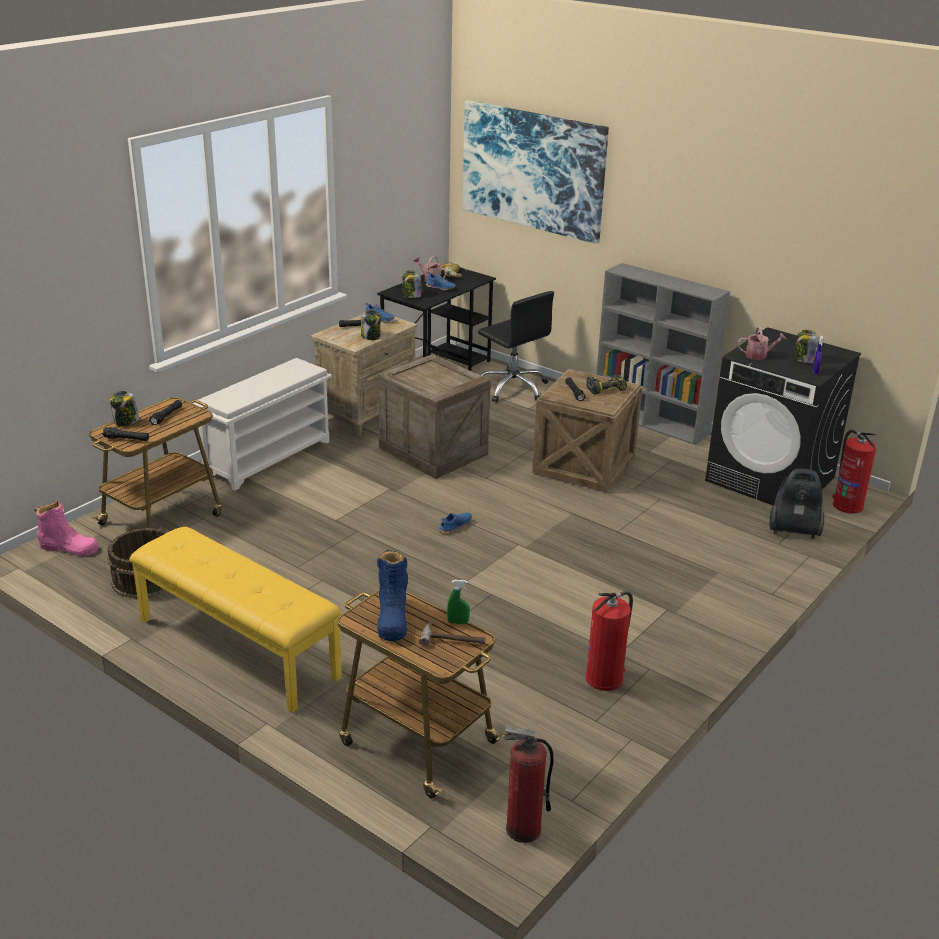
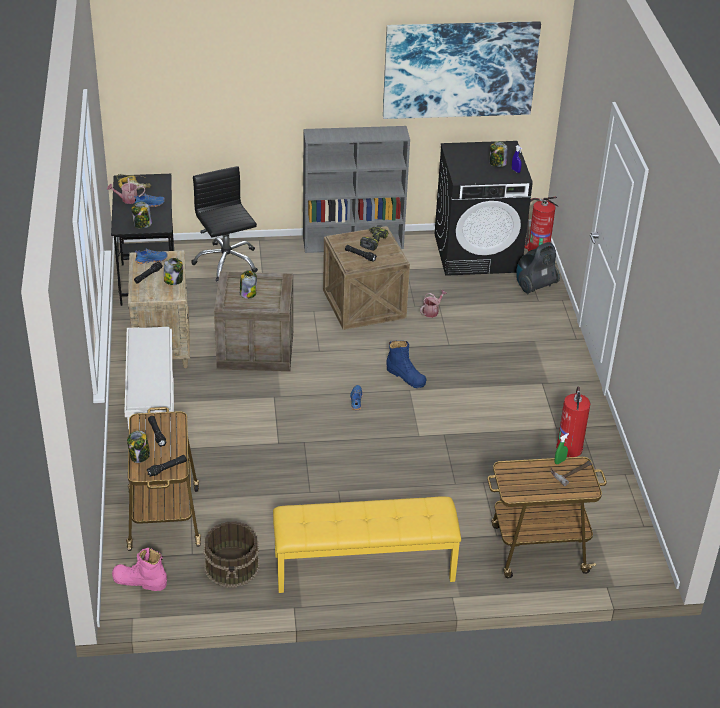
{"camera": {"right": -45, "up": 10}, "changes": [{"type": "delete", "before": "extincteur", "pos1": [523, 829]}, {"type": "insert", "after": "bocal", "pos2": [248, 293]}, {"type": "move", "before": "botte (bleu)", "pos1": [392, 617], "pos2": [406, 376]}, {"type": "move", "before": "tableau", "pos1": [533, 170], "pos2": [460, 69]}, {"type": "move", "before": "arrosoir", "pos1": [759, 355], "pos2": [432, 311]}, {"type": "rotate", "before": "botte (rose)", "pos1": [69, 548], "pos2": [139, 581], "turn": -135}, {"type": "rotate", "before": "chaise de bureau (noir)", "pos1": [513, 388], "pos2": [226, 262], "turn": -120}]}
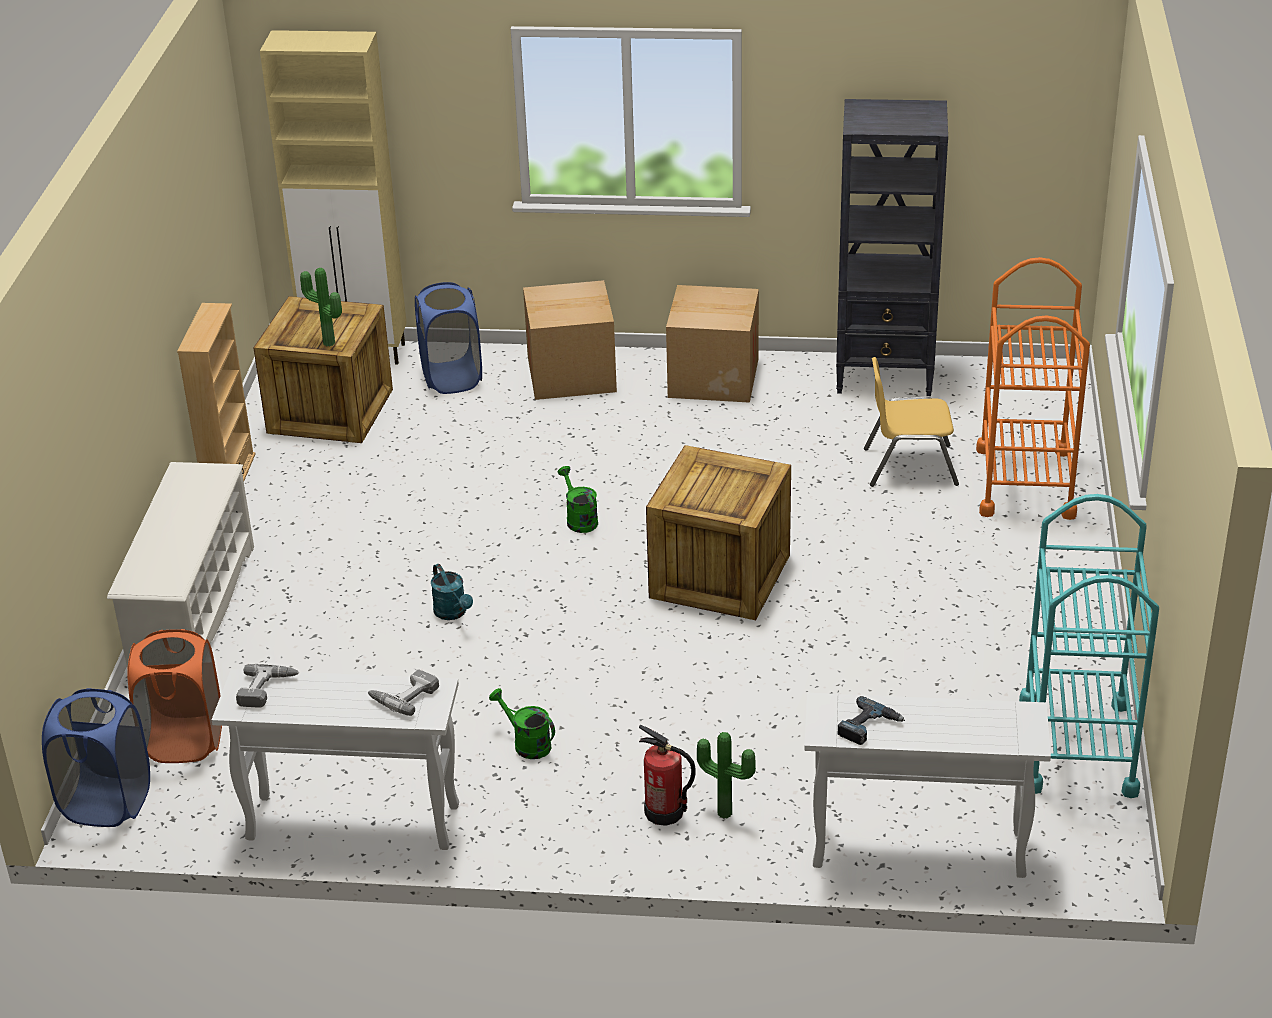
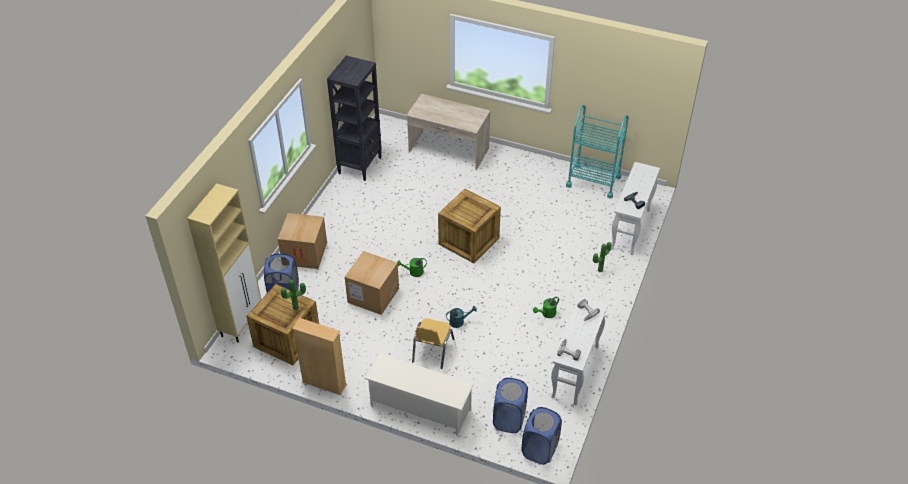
{"camera": {"right": -75, "up": 10}, "changes": [{"type": "delete", "before": "extincteur", "pos1": [664, 812]}, {"type": "move", "before": "carton", "pos1": [713, 378], "pos2": [373, 295]}, {"type": "move", "before": "chaise (jaune)", "pos1": [909, 466], "pos2": [432, 350]}, {"type": "replace", "before": "chariot (orange)", "after": "bureau (beige)", "pos1": [1025, 482], "pos2": [448, 151]}, {"type": "recolor", "before": "panier à linge (orange)", "after": "panier à linge (bleu)", "pos1": [184, 741], "pos2": [509, 419]}]}
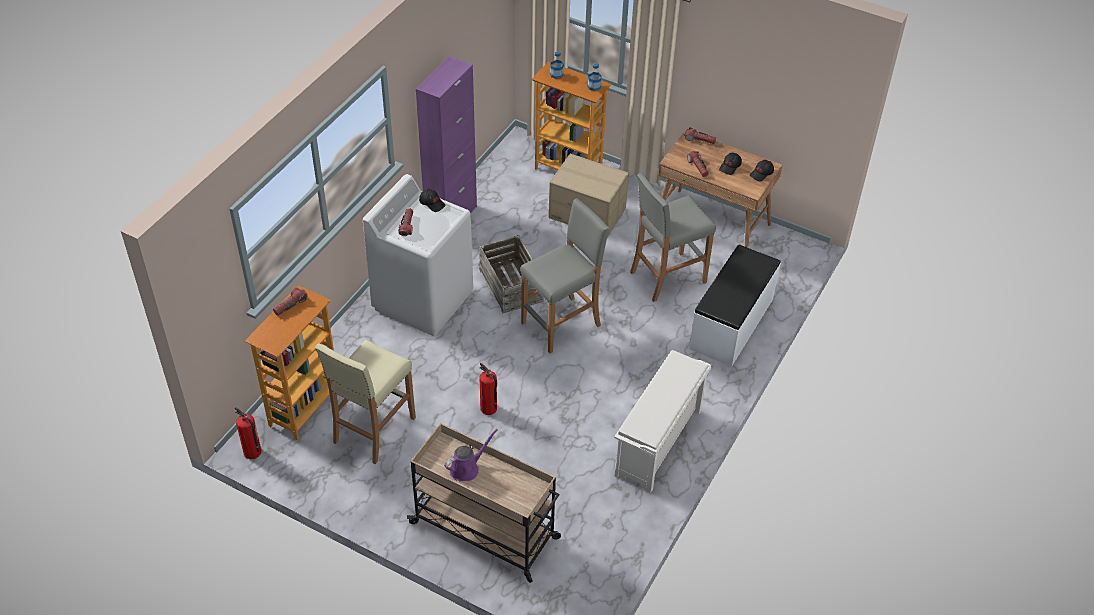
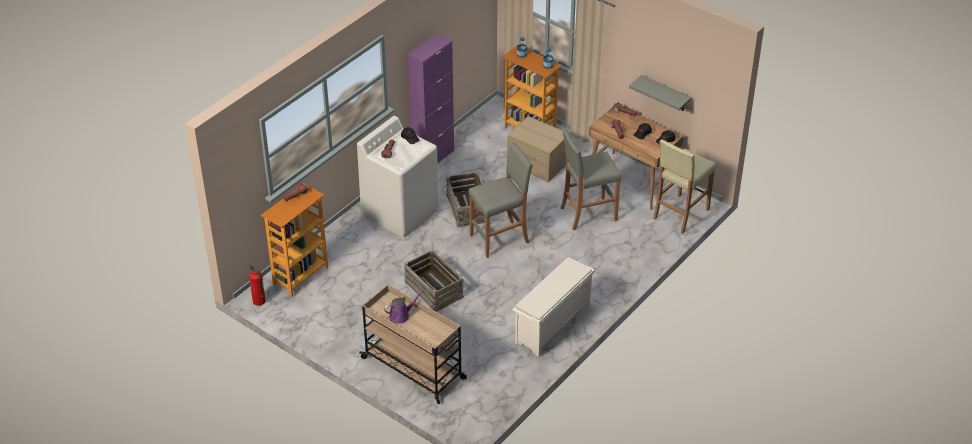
{"camera": {"right": 10, "up": -5}, "changes": [{"type": "delete", "before": "banc (blanc)", "pos1": [732, 324]}, {"type": "insert", "after": "étagère (gris)", "pos2": [665, 94]}, {"type": "move", "before": "tabouret (beige)", "pos1": [373, 430], "pos2": [680, 214]}, {"type": "replace", "before": "extincteur", "after": "caisse", "pos1": [489, 408], "pos2": [433, 290]}]}
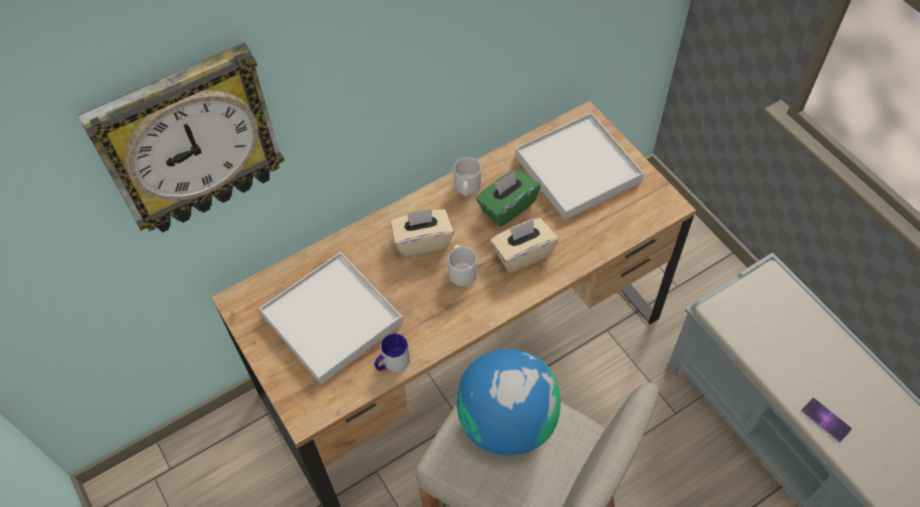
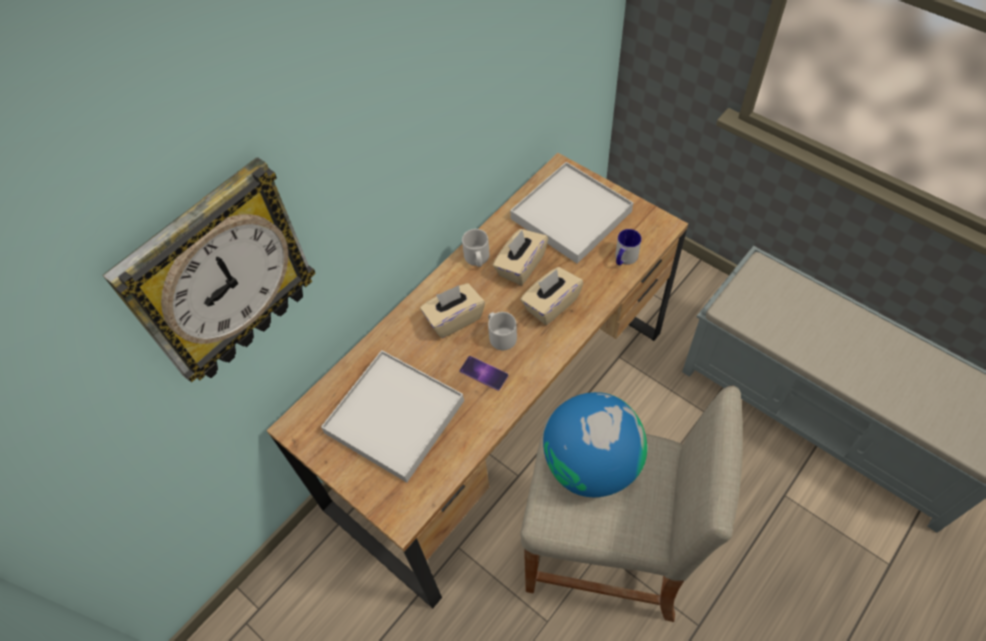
{"camera": {"right": -15, "up": 0}, "changes": [{"type": "move", "before": "mug", "pos1": [392, 363], "pos2": [624, 258]}, {"type": "move", "before": "téléphone", "pos1": [826, 420], "pos2": [483, 373]}, {"type": "recolor", "before": "boîte à mouchoirs (vert)", "after": "boîte à mouchoirs (beige)", "pos1": [507, 207], "pos2": [520, 266]}]}
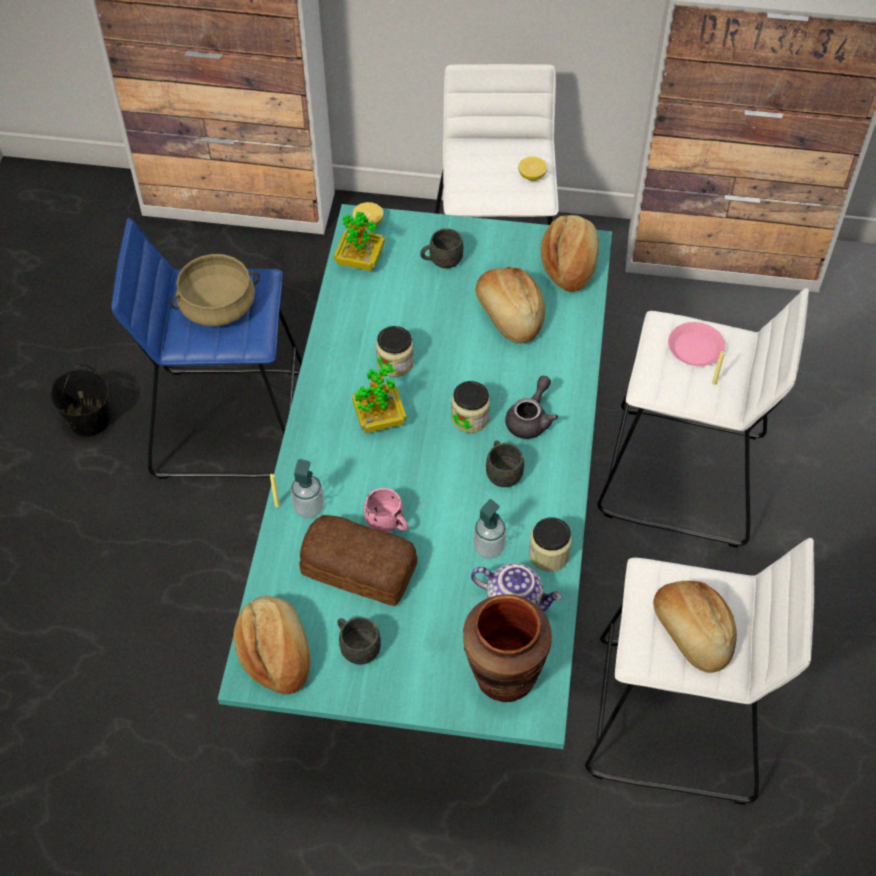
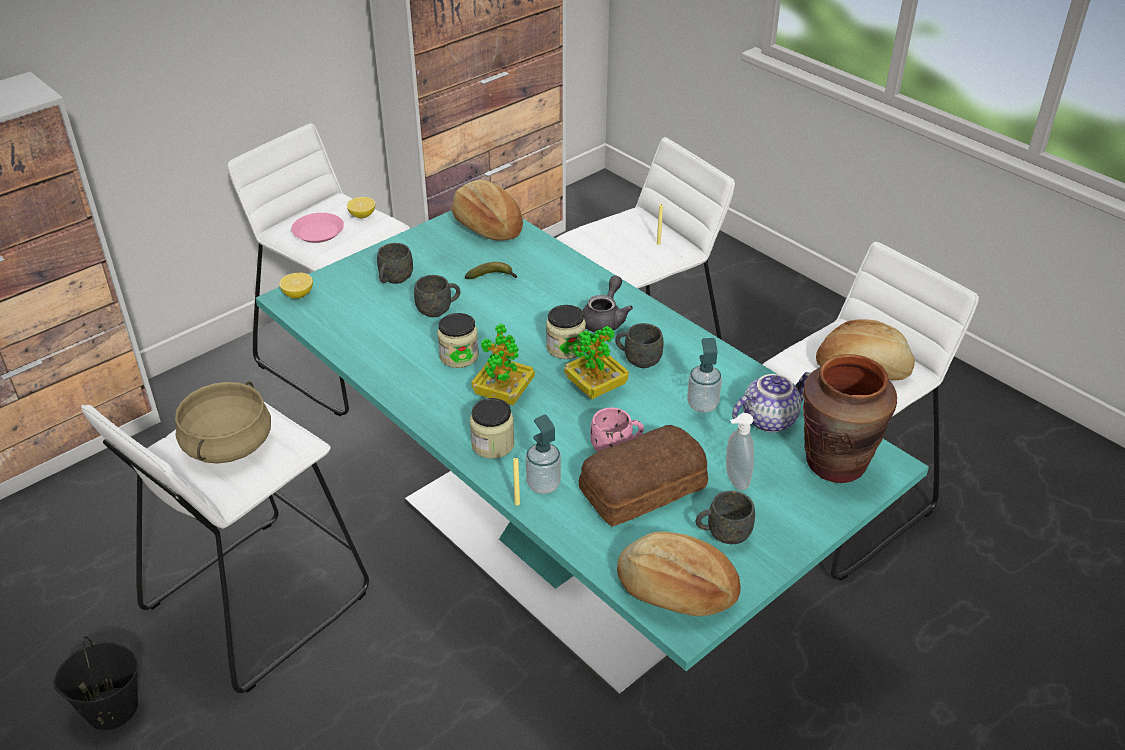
{"camera": {"right": -50, "up": -15}, "changes": [{"type": "insert", "after": "mug (gris)", "pos2": [439, 310]}, {"type": "insert", "after": "distributeur de savon", "pos2": [734, 480]}, {"type": "move", "before": "plante en pot", "pos1": [360, 260], "pos2": [596, 388]}, {"type": "move", "before": "bocal", "pos1": [549, 555], "pos2": [493, 444]}, {"type": "move", "before": "assiette (rose)", "pos1": [695, 348], "pos2": [318, 232]}, {"type": "replace", "before": "pain", "after": "banane", "pos1": [508, 315], "pos2": [493, 277]}, {"type": "recolor", "before": "tabouret (bleu)", "after": "tabouret (blanc)", "pos1": [229, 421], "pos2": [256, 600]}, {"type": "rotate", "before": "théière (gris)", "pos1": [530, 419], "pos2": [605, 319], "turn": 45}]}
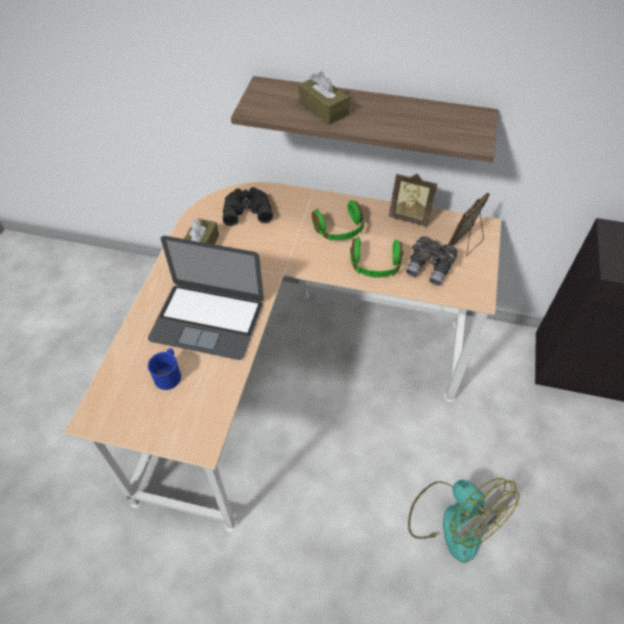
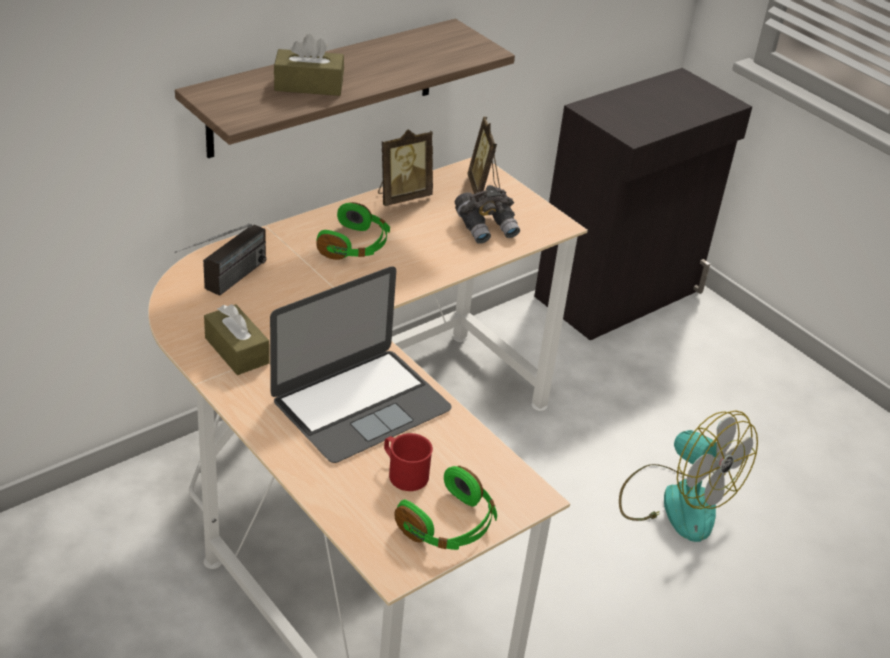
{"camera": {"right": -55, "up": -15}, "changes": [{"type": "move", "before": "casque audio (vert)", "pos1": [375, 265], "pos2": [449, 525]}, {"type": "replace", "before": "jumelles (noir)", "after": "radio", "pos1": [247, 209], "pos2": [224, 285]}, {"type": "recolor", "before": "mug (bleu)", "after": "mug (rouge)", "pos1": [169, 374], "pos2": [404, 473]}, {"type": "rotate", "before": "ventilateur", "pos1": [453, 519], "pos2": [676, 501], "turn": 45}]}
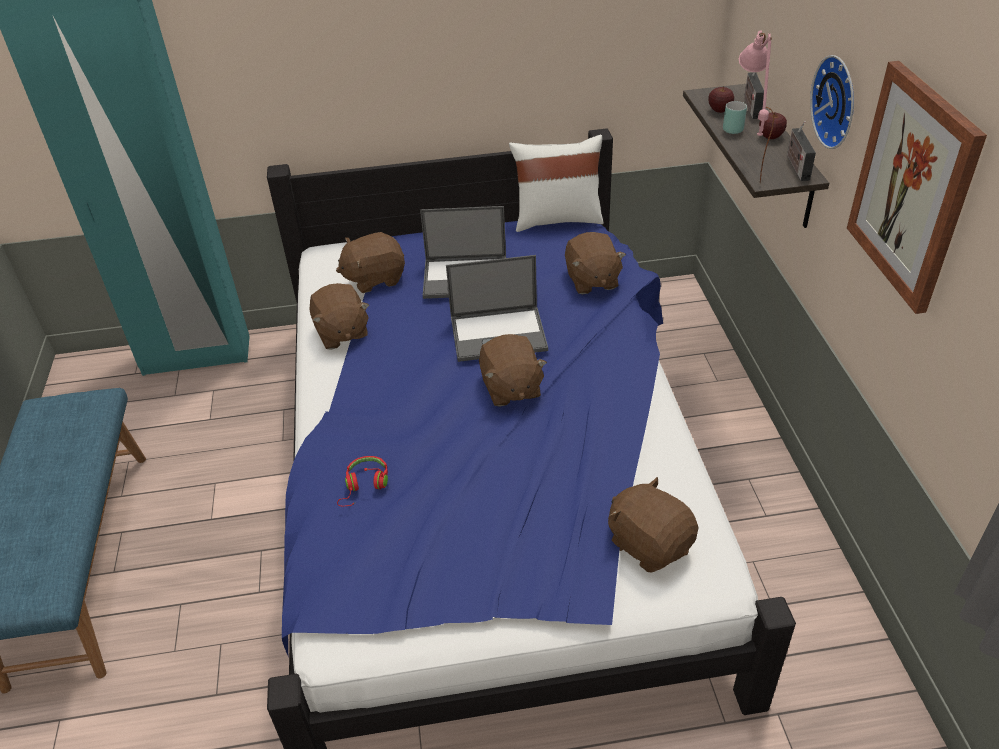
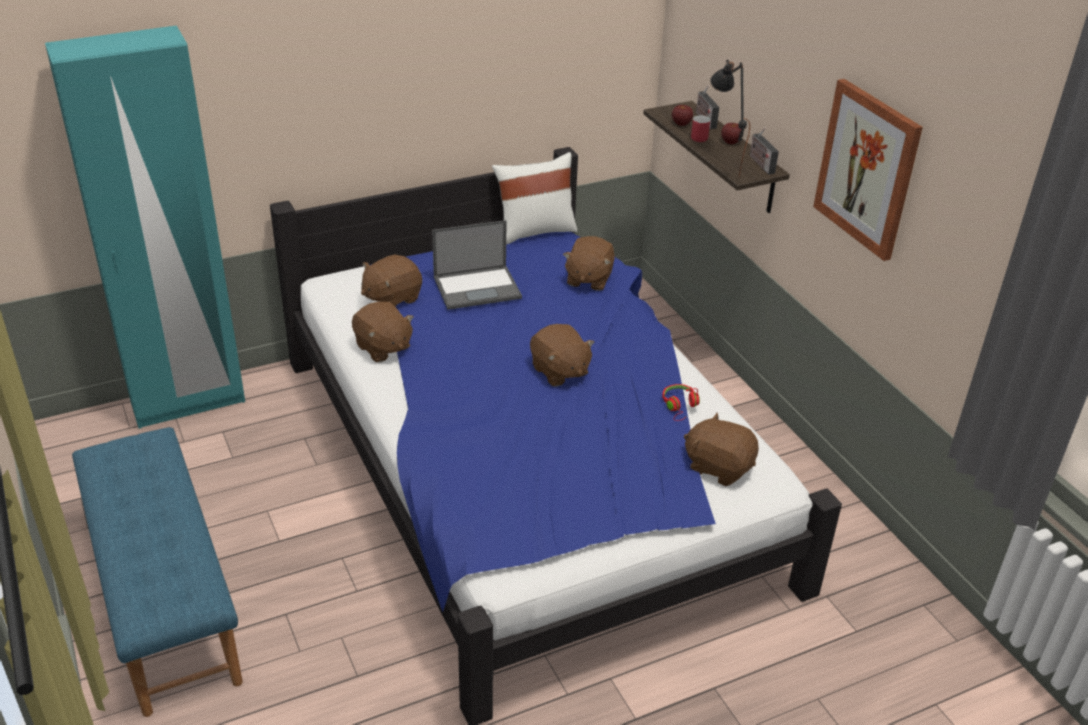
{"camera": {"right": -20, "up": -5}, "changes": [{"type": "delete", "before": "ordinateur portable", "pos1": [499, 333]}, {"type": "delete", "before": "horloge murale", "pos1": [838, 101]}, {"type": "move", "before": "casque audio (rouge)", "pos1": [364, 486], "pos2": [680, 407]}, {"type": "recolor", "before": "mug (turquoise)", "after": "mug (rouge)", "pos1": [730, 128], "pos2": [696, 137]}, {"type": "recolor", "before": "lampe de table (rose)", "after": "lampe de table (noir)", "pos1": [744, 167], "pos2": [721, 167]}, {"type": "rotate", "before": "peluche (marron)", "pos1": [591, 280], "pos2": [588, 279], "turn": 45}]}
